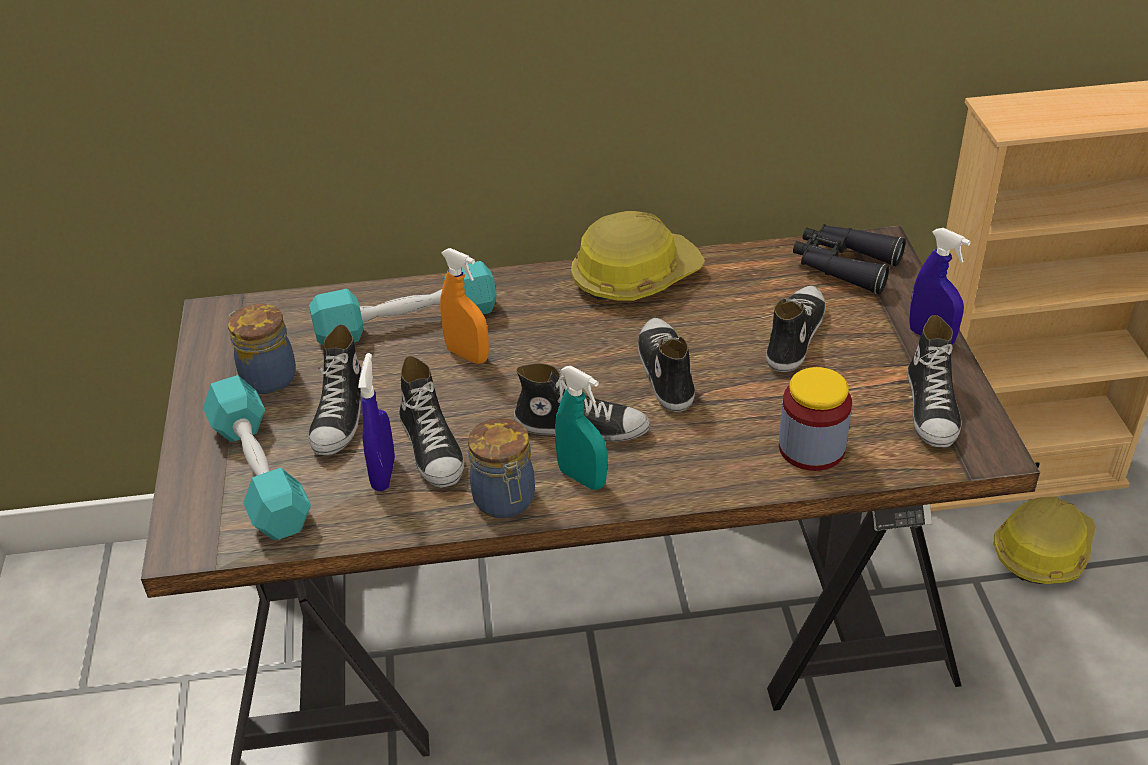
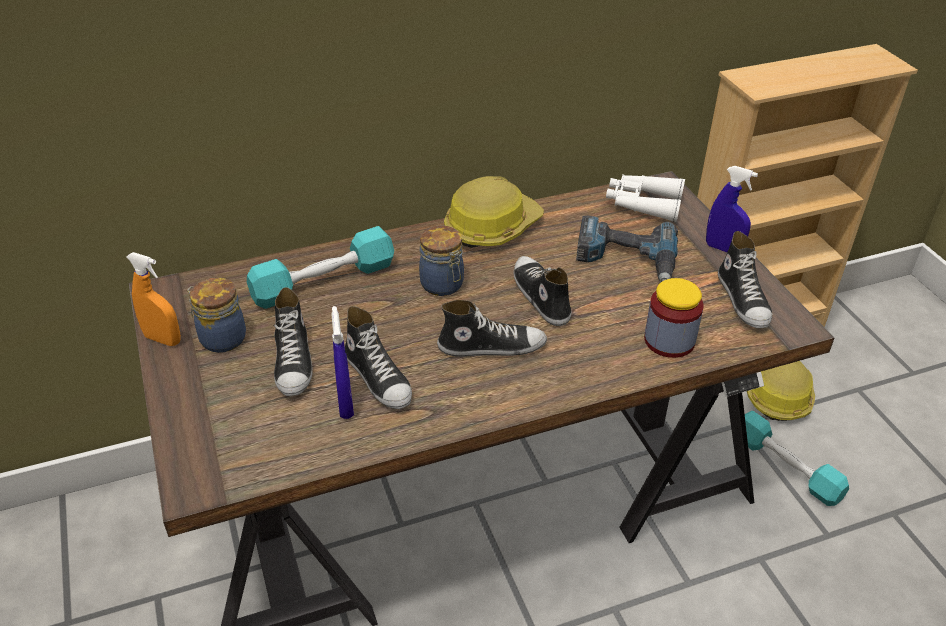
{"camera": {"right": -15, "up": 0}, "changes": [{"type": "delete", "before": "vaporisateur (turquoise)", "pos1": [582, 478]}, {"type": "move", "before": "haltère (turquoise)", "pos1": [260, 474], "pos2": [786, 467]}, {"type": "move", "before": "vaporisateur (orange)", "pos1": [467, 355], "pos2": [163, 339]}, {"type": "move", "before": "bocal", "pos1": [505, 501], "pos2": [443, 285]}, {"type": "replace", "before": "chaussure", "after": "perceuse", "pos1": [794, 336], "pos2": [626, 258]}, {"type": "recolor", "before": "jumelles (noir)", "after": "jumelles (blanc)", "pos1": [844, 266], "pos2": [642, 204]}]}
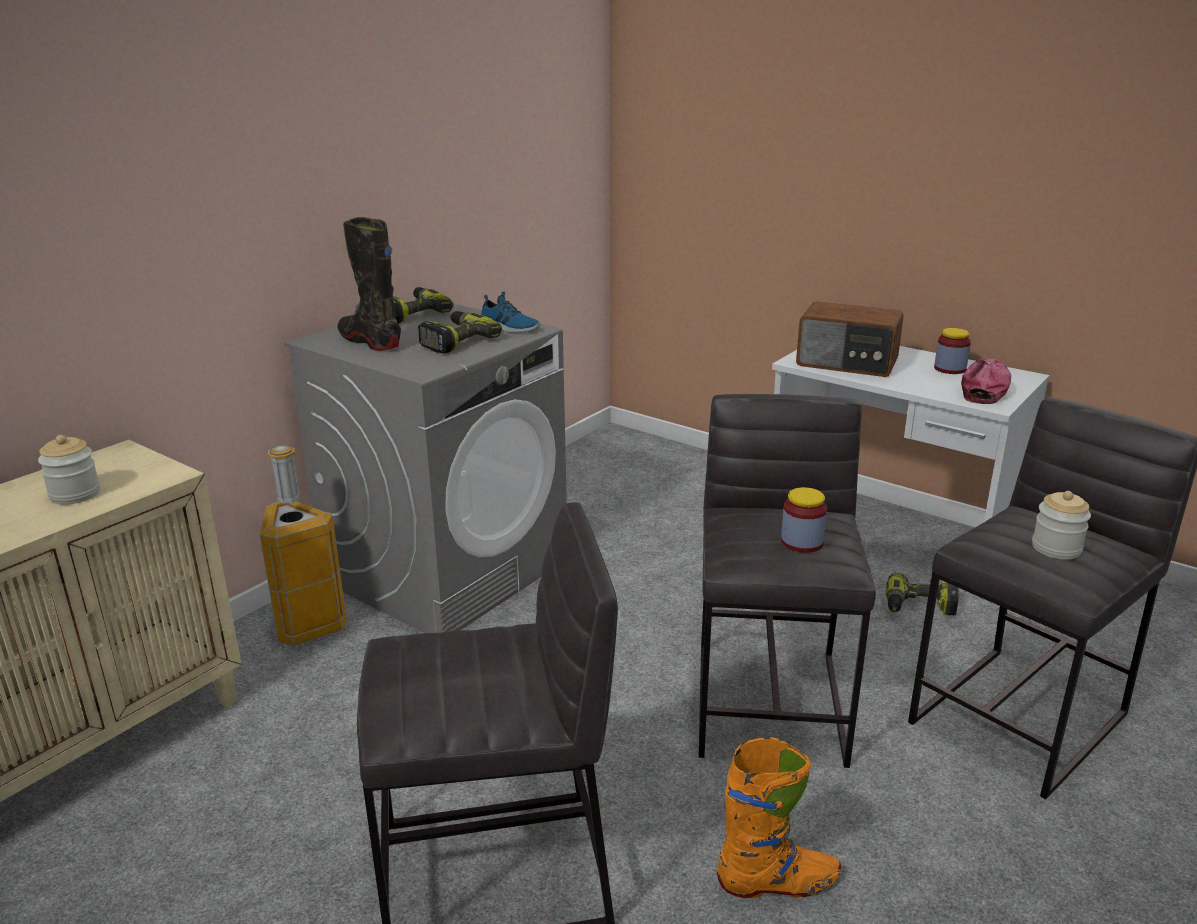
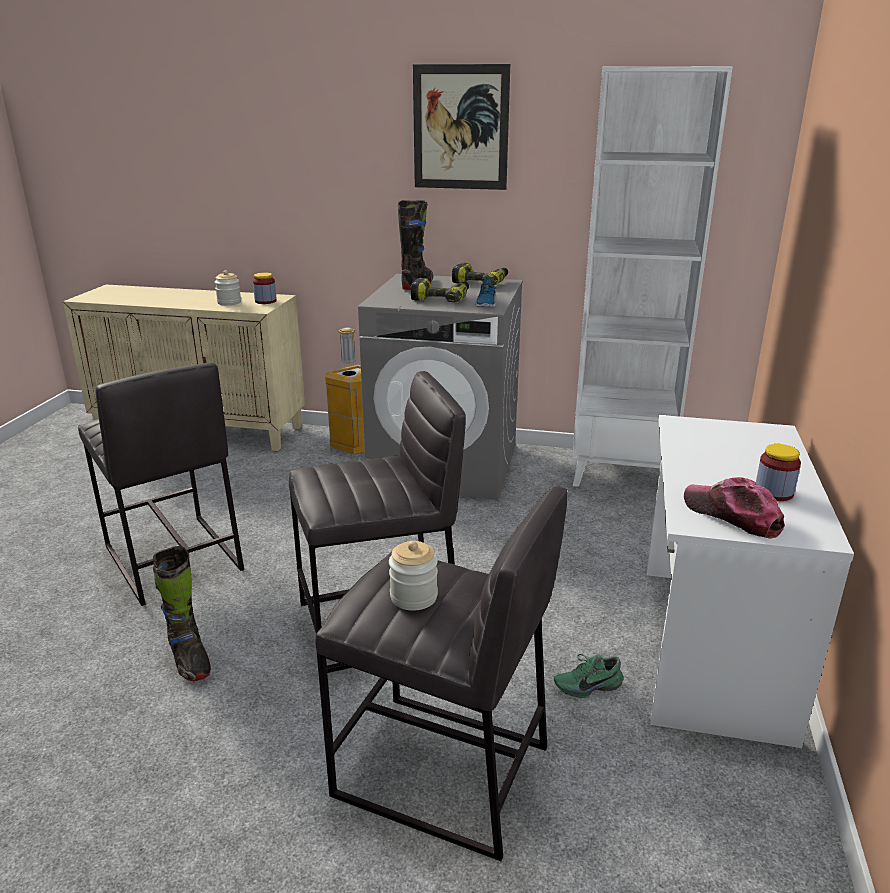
{"camera": {"right": 65, "up": 0}, "changes": [{"type": "delete", "before": "radio", "pos1": [847, 363]}, {"type": "insert", "after": "tableau", "pos2": [460, 128]}, {"type": "insert", "after": "bibliothèque (blanc)", "pos2": [621, 473]}, {"type": "move", "before": "bocal", "pos1": [802, 542], "pos2": [265, 301]}, {"type": "replace", "before": "perceuse", "after": "chaussure (vert)", "pos1": [919, 607], "pos2": [587, 685]}, {"type": "recolor", "before": "botte (orange)", "after": "botte (noir)", "pos1": [778, 883], "pos2": [189, 659]}, {"type": "rotate", "before": "casquette", "pos1": [985, 390], "pos2": [732, 515], "turn": -135}]}
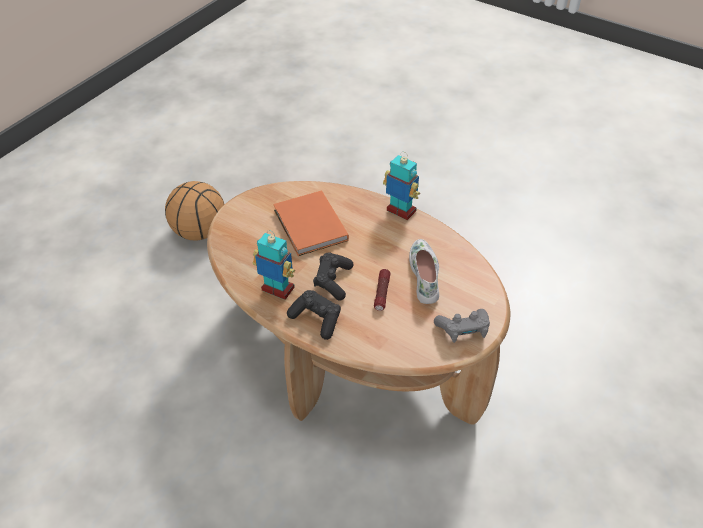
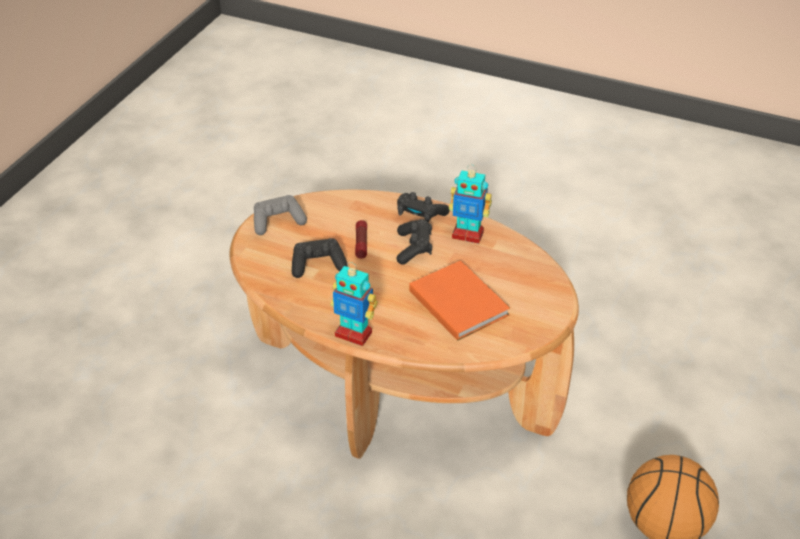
{"camera": {"right": 170, "up": -5}, "changes": [{"type": "replace", "before": "chaussure (blanc)", "after": "manette (noir)", "pos1": [425, 275], "pos2": [318, 265]}]}
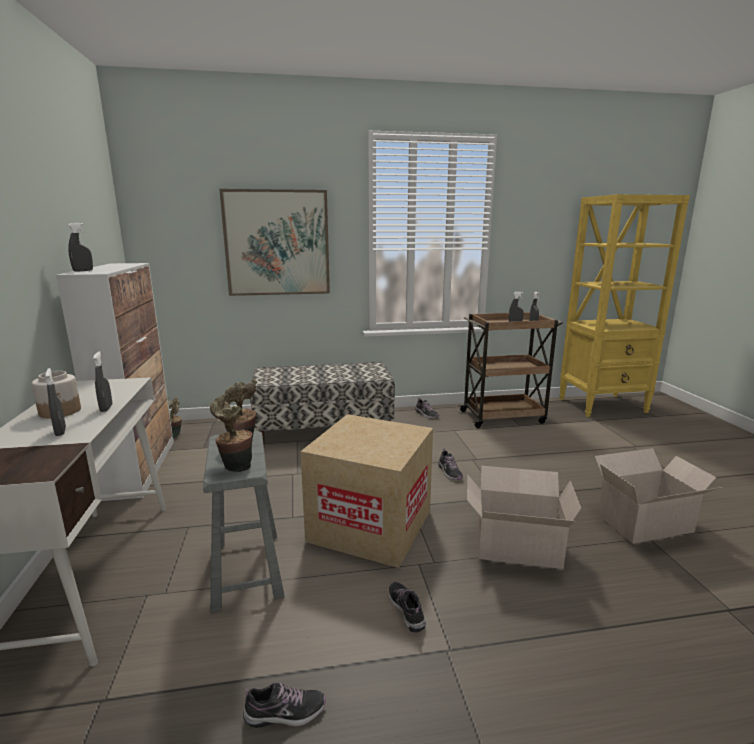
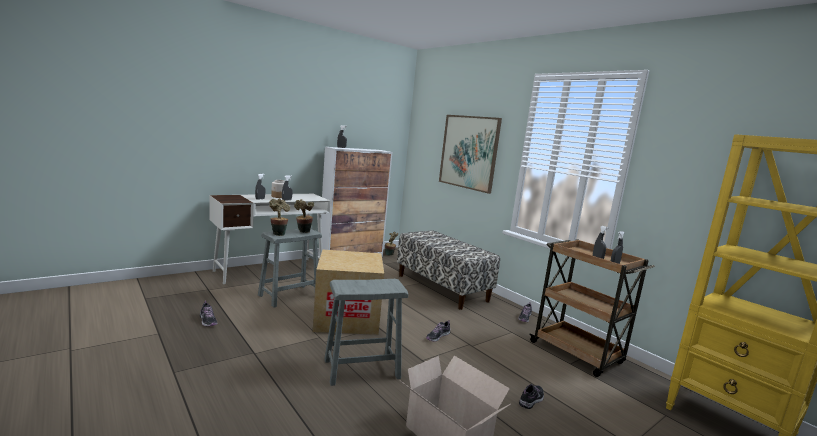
{"camera": {"right": 60, "up": -5}, "changes": [{"type": "move", "before": "chaussure", "pos1": [406, 610], "pos2": [531, 400]}, {"type": "replace", "before": "carton", "after": "tabouret (gris)", "pos1": [514, 545], "pos2": [361, 369]}]}
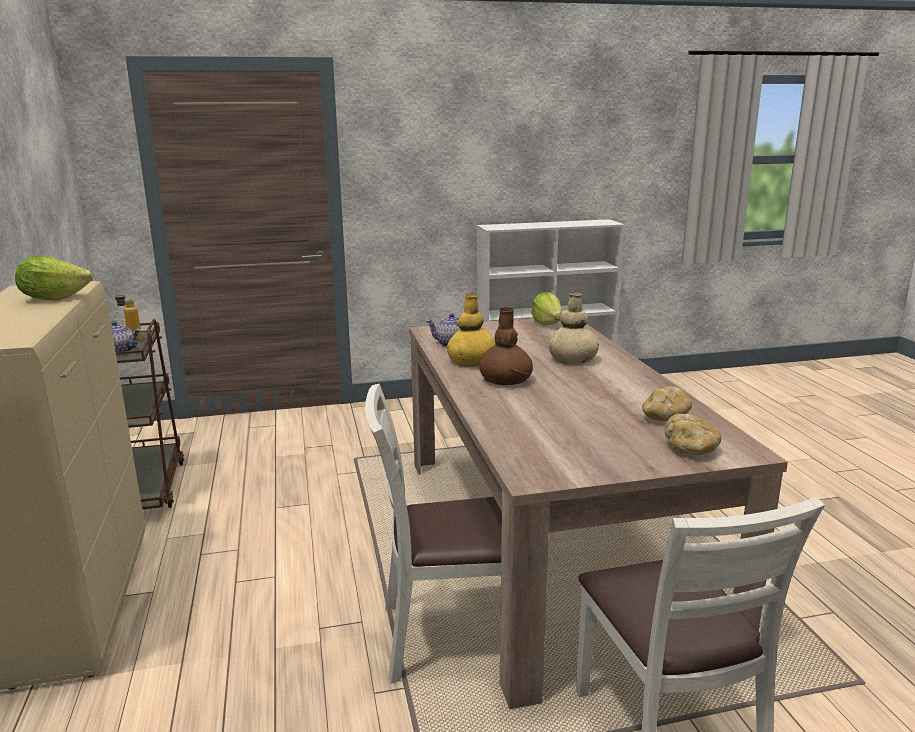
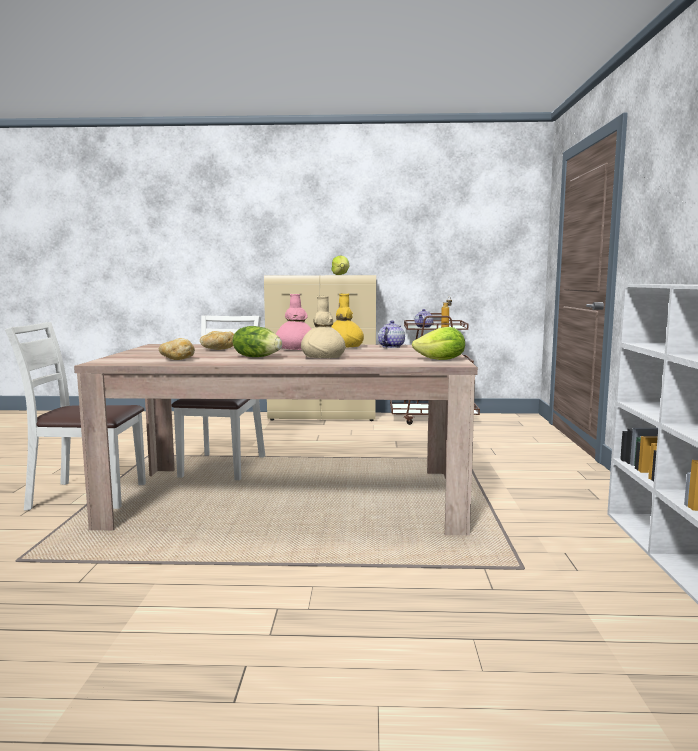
{"camera": {"right": 105, "up": -10}, "changes": [{"type": "insert", "after": "laitue", "pos2": [257, 357]}, {"type": "move", "before": "pain", "pos1": [691, 449], "pos2": [217, 349]}, {"type": "recolor", "before": "vase (marron)", "after": "vase (rose)", "pos1": [505, 380], "pos2": [295, 349]}]}
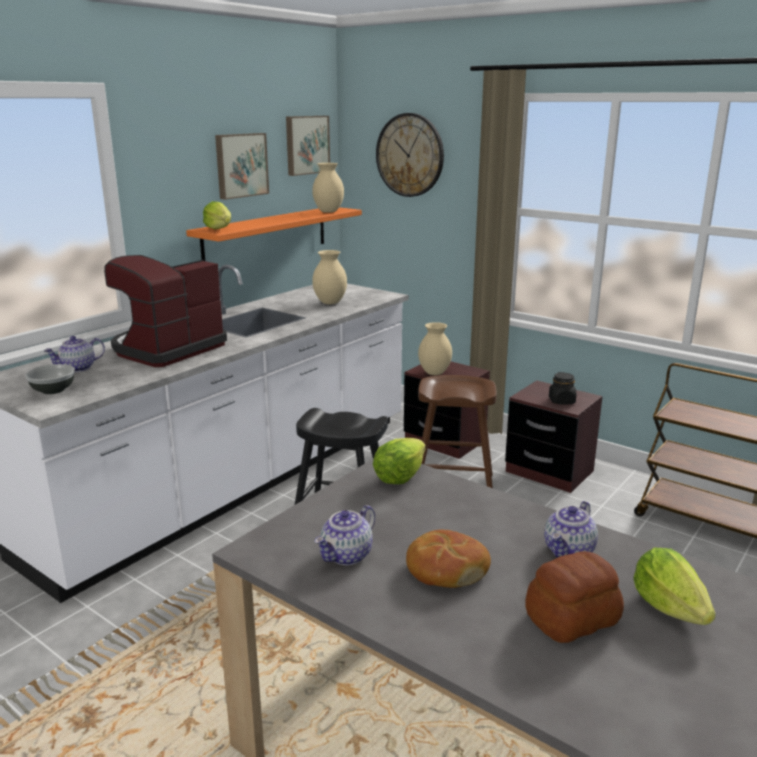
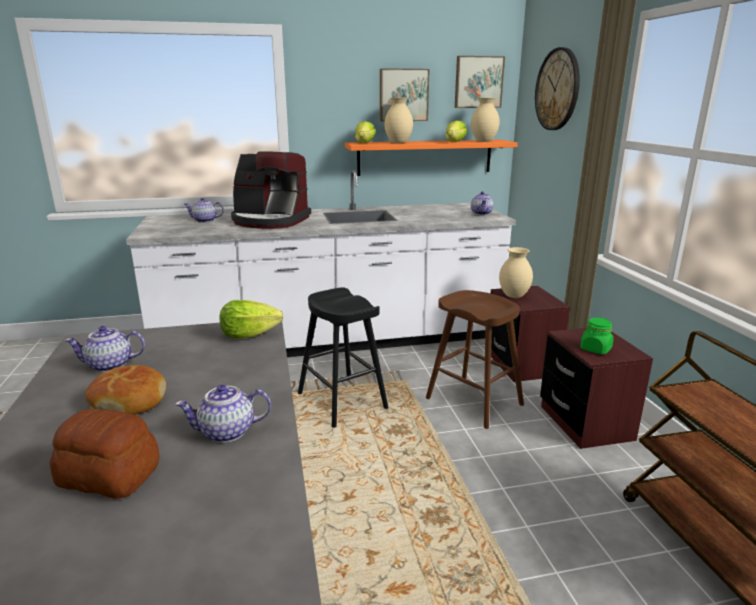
{"camera": {"right": 40, "up": 0}, "changes": [{"type": "delete", "before": "bol", "pos1": [52, 390]}, {"type": "insert", "after": "théière", "pos2": [481, 213]}, {"type": "move", "before": "vase (beige)", "pos1": [330, 303], "pos2": [398, 143]}, {"type": "move", "before": "laitue", "pos1": [669, 608], "pos2": [455, 142]}, {"type": "recolor", "before": "bocal (noir)", "after": "bocal (vert)", "pos1": [561, 401], "pos2": [595, 349]}, {"type": "rotate", "before": "machine à café", "pos1": [167, 349], "pos2": [270, 221], "turn": -150}]}
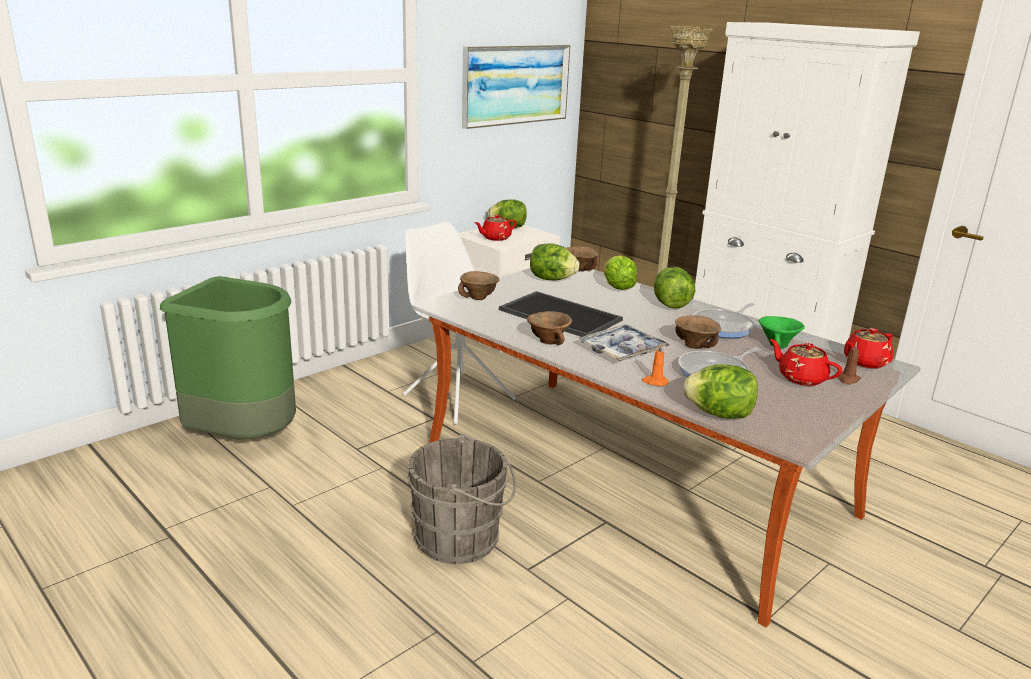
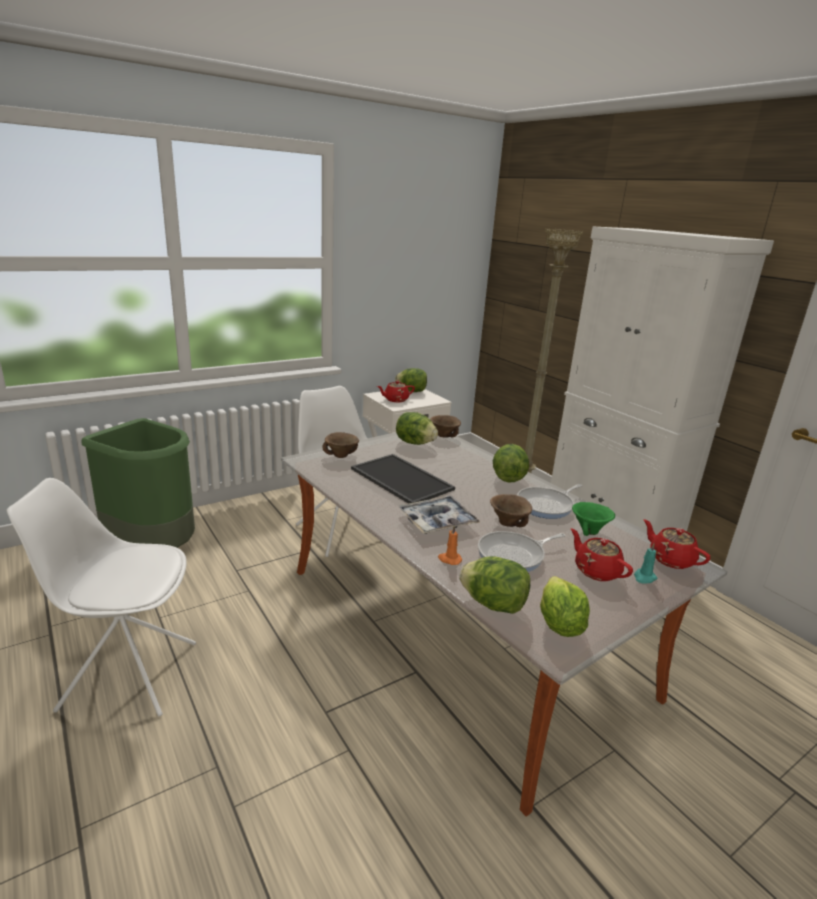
{"camera": {"right": 10, "up": 0}, "changes": [{"type": "delete", "before": "seau (gris)", "pos1": [463, 539]}, {"type": "delete", "before": "tableau", "pos1": [515, 84]}, {"type": "delete", "before": "bol (marron)", "pos1": [549, 342]}, {"type": "insert", "after": "chaise (blanc)", "pos2": [127, 675]}, {"type": "move", "before": "laitue", "pos1": [617, 287], "pos2": [558, 624]}, {"type": "recolor", "before": "bougie (marron)", "after": "bougie (turquoise)", "pos1": [847, 379], "pos2": [644, 577]}, {"type": "rotate", "before": "théière (rouge)", "pos1": [865, 362], "pos2": [670, 559], "turn": 75}]}
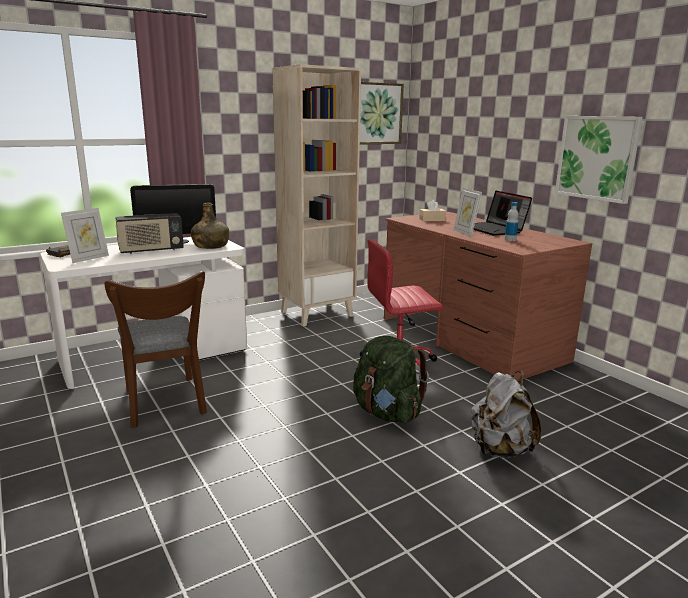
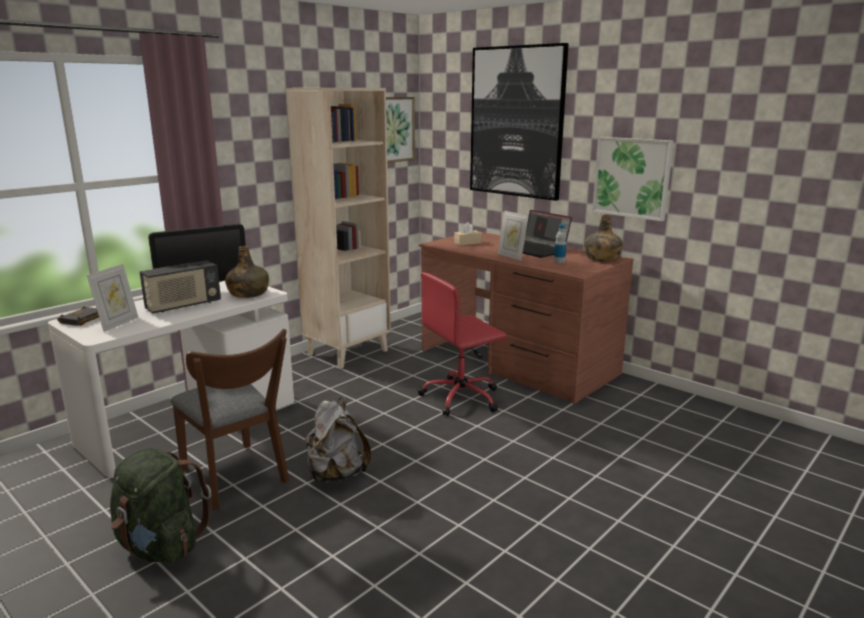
{"camera": {"right": -15, "up": 0}, "changes": [{"type": "insert", "after": "tableau", "pos2": [516, 122]}, {"type": "insert", "after": "bouteille (vert)", "pos2": [601, 258]}, {"type": "move", "before": "sac à dos (vert)", "pos1": [387, 413], "pos2": [161, 546]}, {"type": "move", "before": "sac à dos (gris)", "pos1": [499, 450], "pos2": [336, 475]}]}
